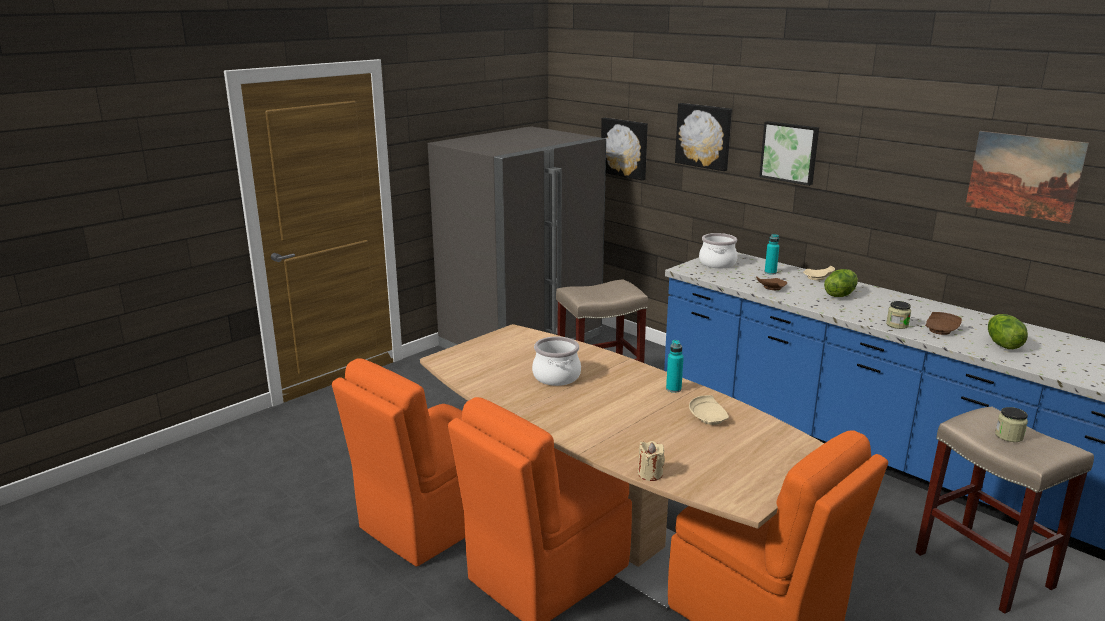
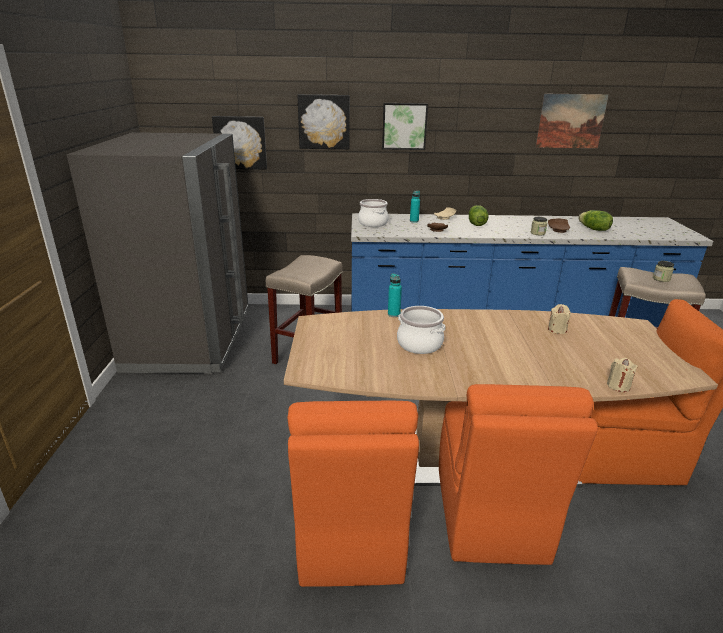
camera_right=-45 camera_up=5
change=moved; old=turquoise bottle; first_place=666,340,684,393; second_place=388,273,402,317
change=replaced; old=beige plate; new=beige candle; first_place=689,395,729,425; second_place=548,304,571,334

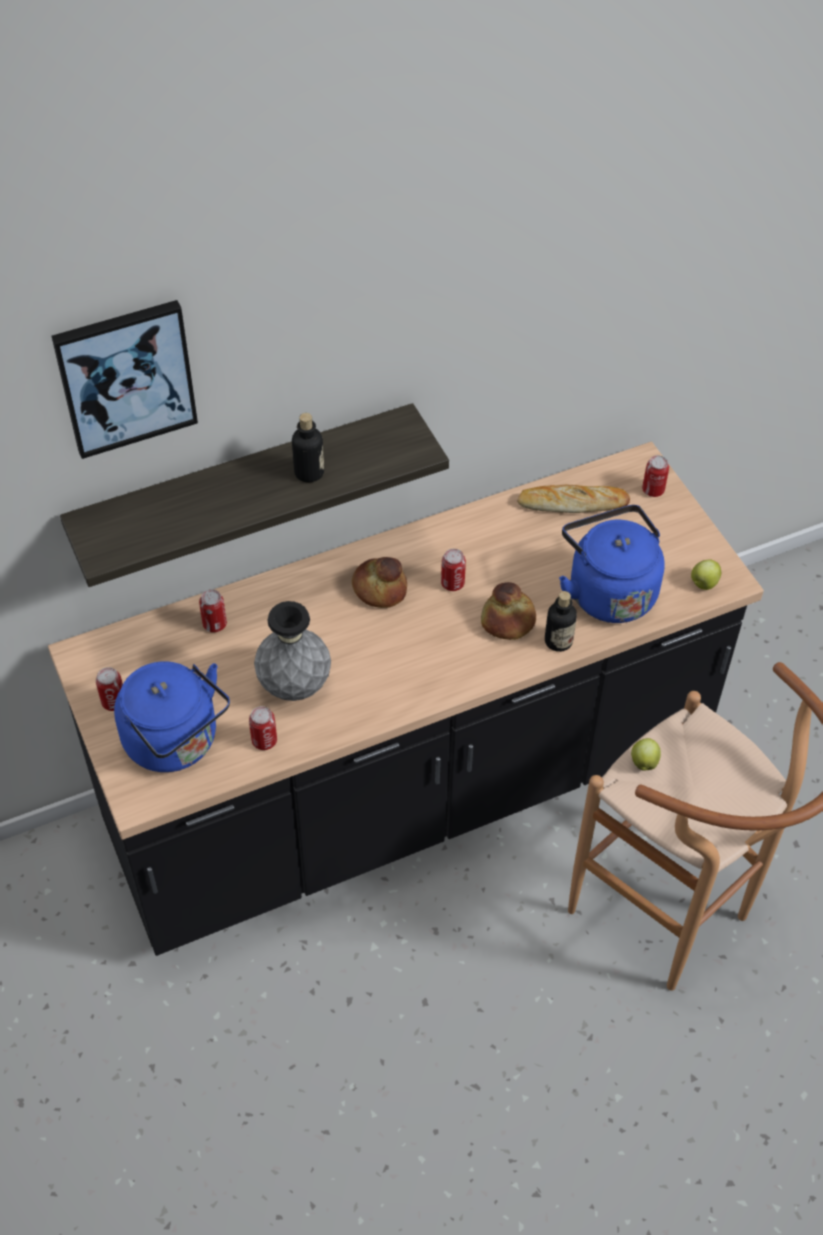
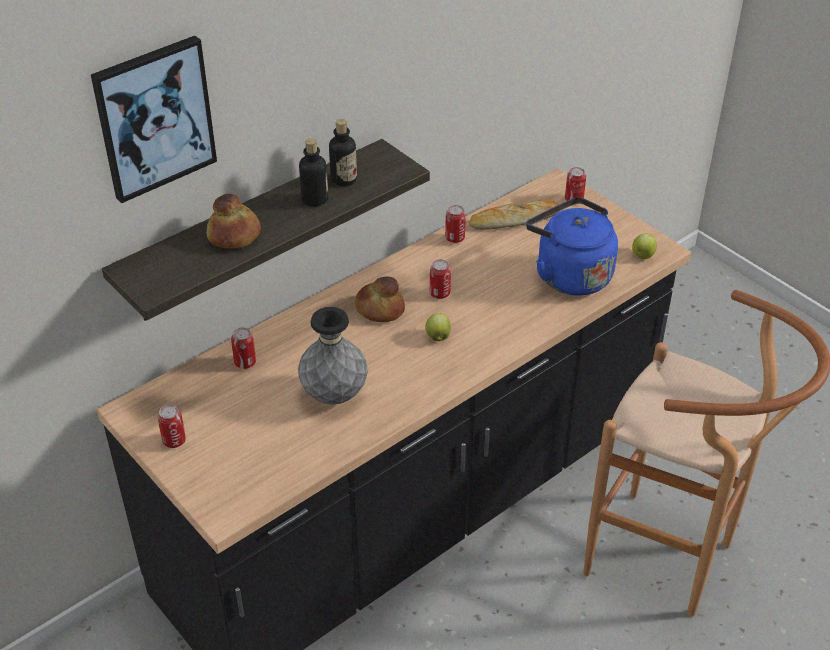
camera_right=-15 camera_up=-10
change=moved; old=bread; first_place=481,582,536,640; second_place=206,193,261,248
change=moved; old=bottle; first_place=545,591,577,652; second_place=329,119,357,186
change=removed; old=blue kettle; first_place=114,661,230,772
change=moved; old=can; first_place=249,706,277,750; second_place=445,205,466,243
change=moved; old=apple; first_place=631,738,661,771; second_place=425,313,451,341

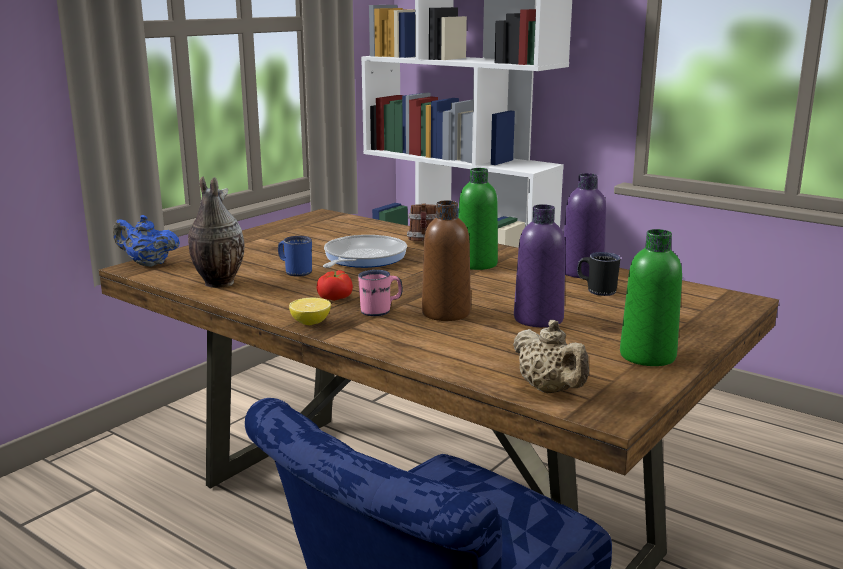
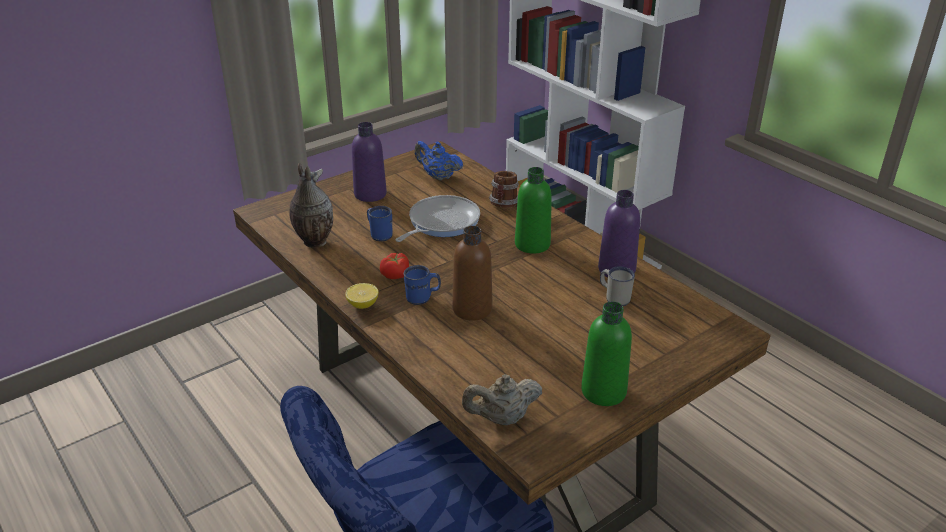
camera_right=15 camera_up=15
change=moved; old=purple bottle; first_place=514,204,565,327; second_place=352,122,387,202
change=moved; old=blue teapot; first_place=113,215,180,267; second_place=414,141,463,180
change=recoloured; old=black mug; new=white mug; first_place=577,252,621,296; second_place=600,266,635,306
change=recoloured; old=pink mug; new=blue mug; first_place=358,270,403,316; second_place=404,265,441,305
change=turned; old=beige teapot; first_place=513,320,589,393; second_place=462,374,543,425; degrees=90

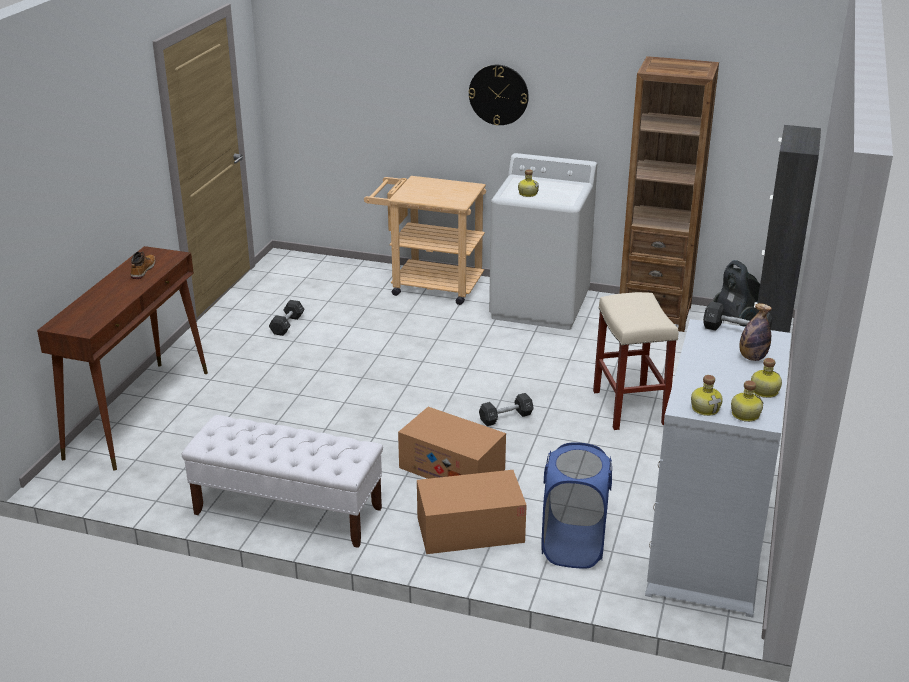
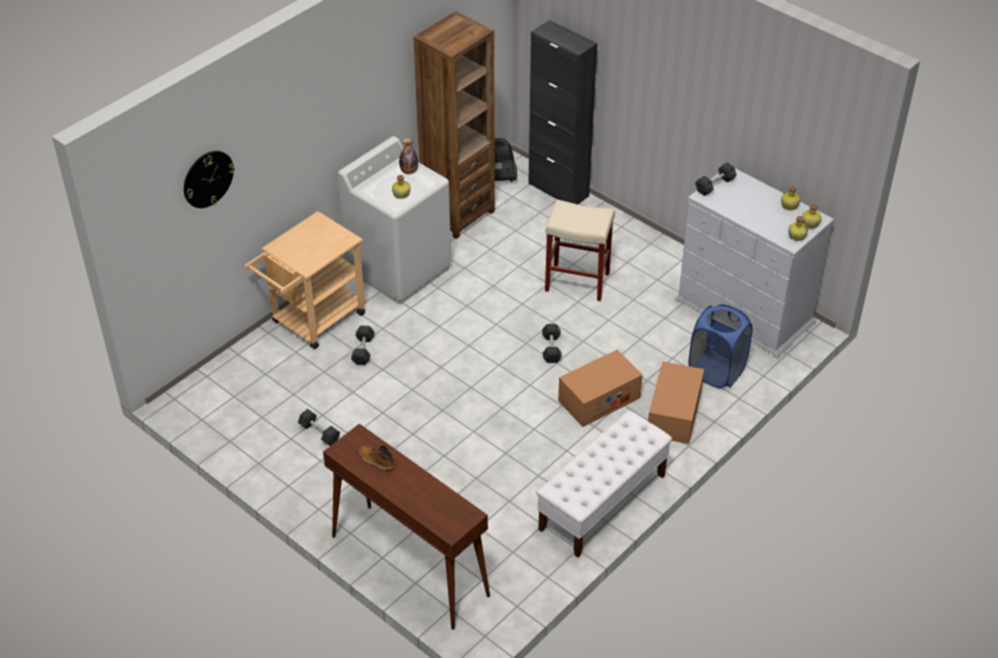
camera_right=-65 camera_up=15
change=moved; old=wall clock; first_place=469,65,529,125; second_place=184,151,235,208
change=moved; old=bottle; first_place=739,303,772,361; second_place=399,139,418,174
change=added; new=black dumbbell; second_place=351,325,375,365

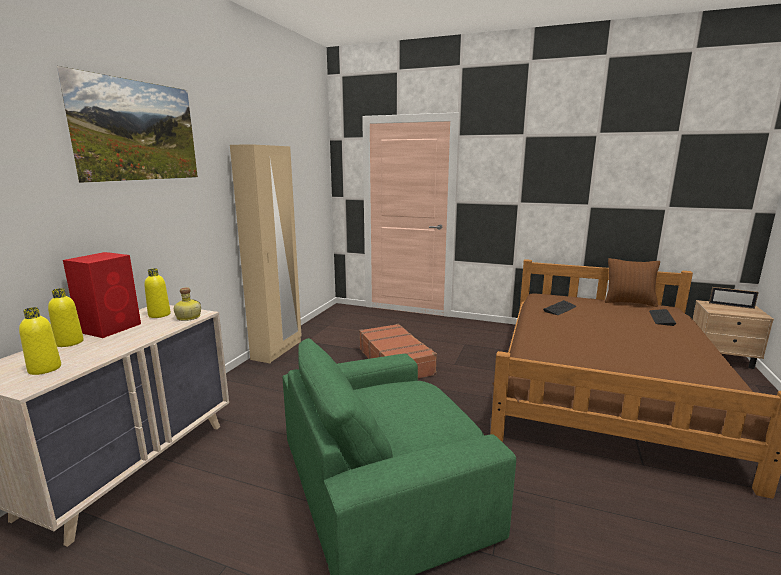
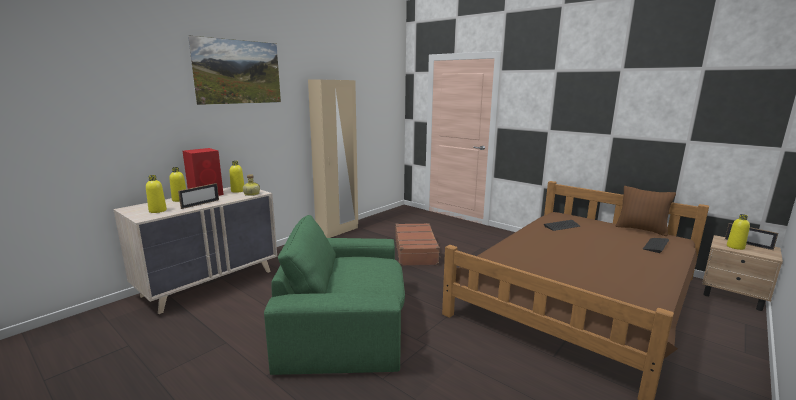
camera_right=20 camera_up=0
change=added; new=picture frame; second_place=178,183,219,209
change=added; new=yellow bottle; second_place=727,214,750,250

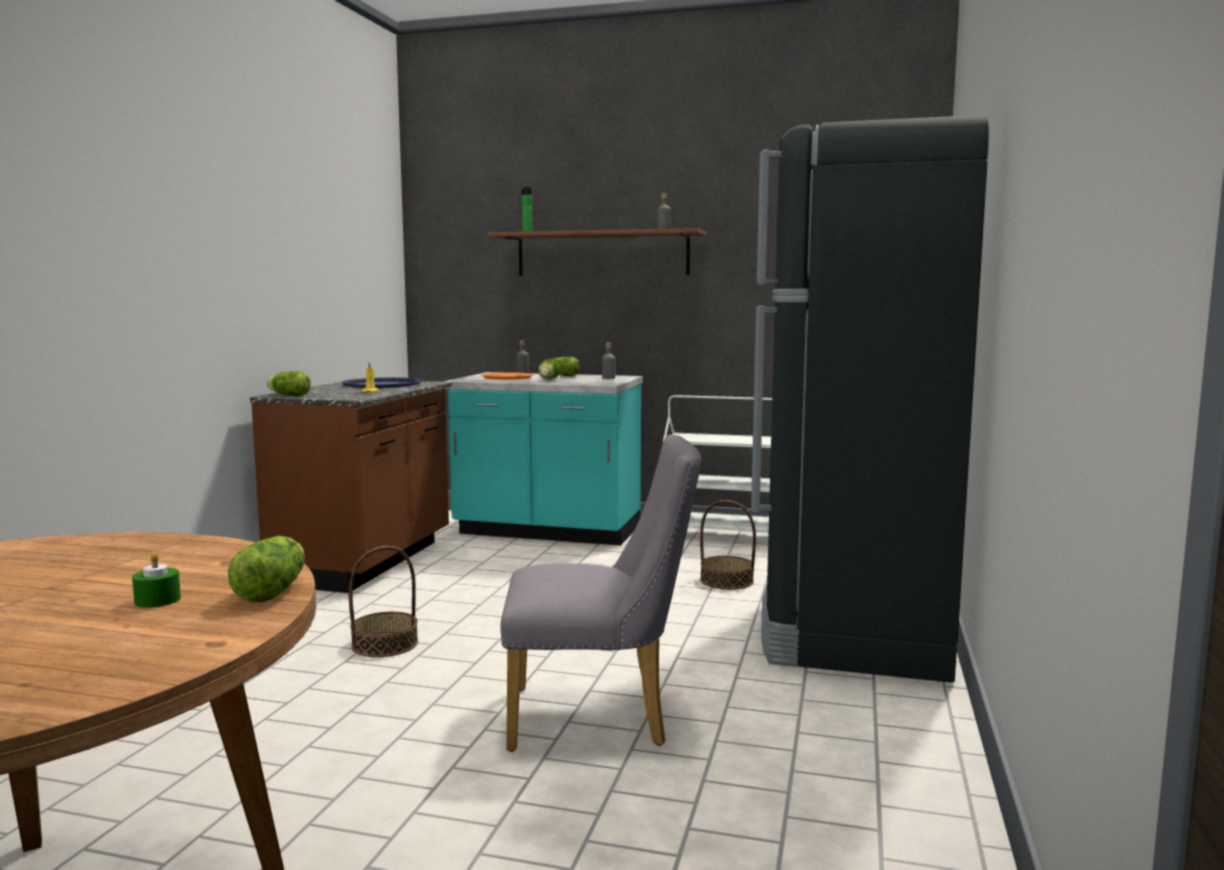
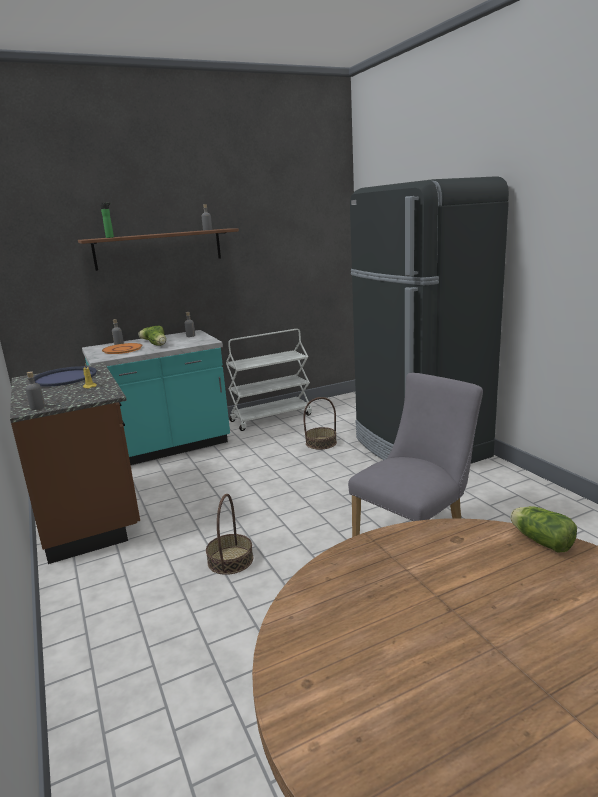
camera_right=-40 camera_up=10
change=replaced; old=lettuce; new=grey bottle; first_place=267,371,311,396; second_place=26,371,45,410
change=removed; old=green candle; first_place=132,552,181,608

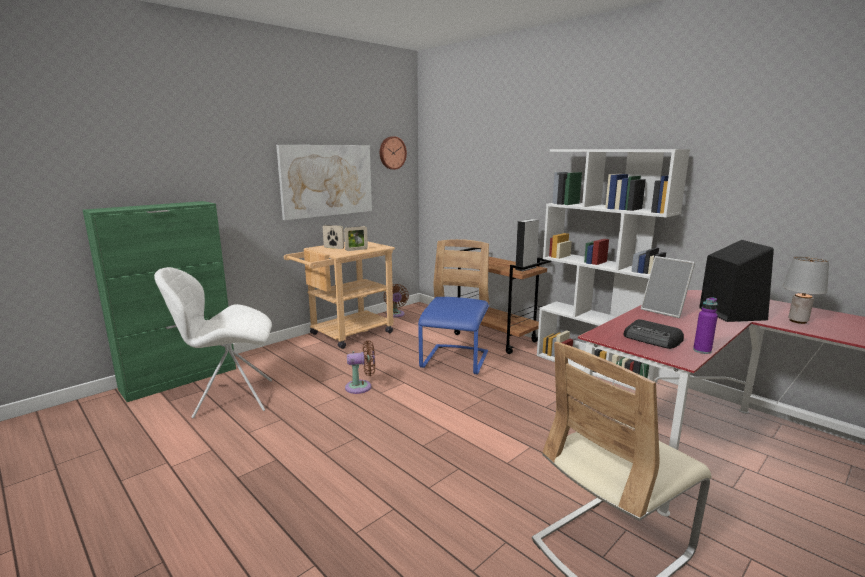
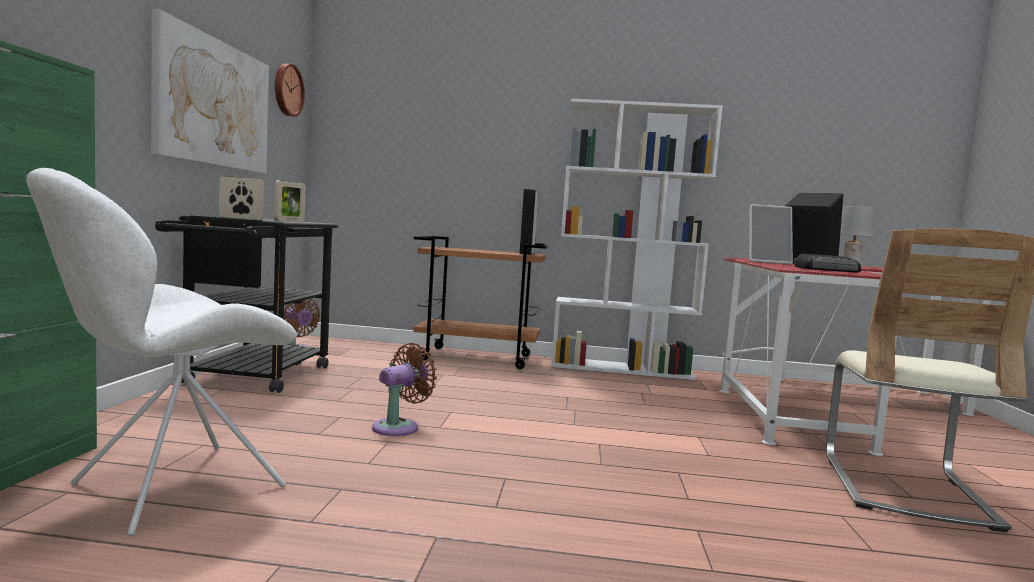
camera_right=-40 camera_up=-10
change=removed; old=blue chair; first_place=418,239,489,375
change=recoloured; old=beige cart; new=black cart; first_place=284,242,395,349; second_place=155,215,338,393
change=removed; old=purple bottle; first_place=693,297,718,354

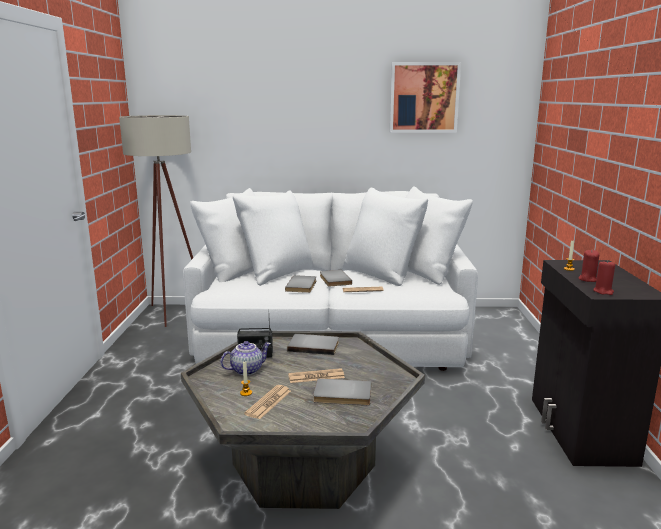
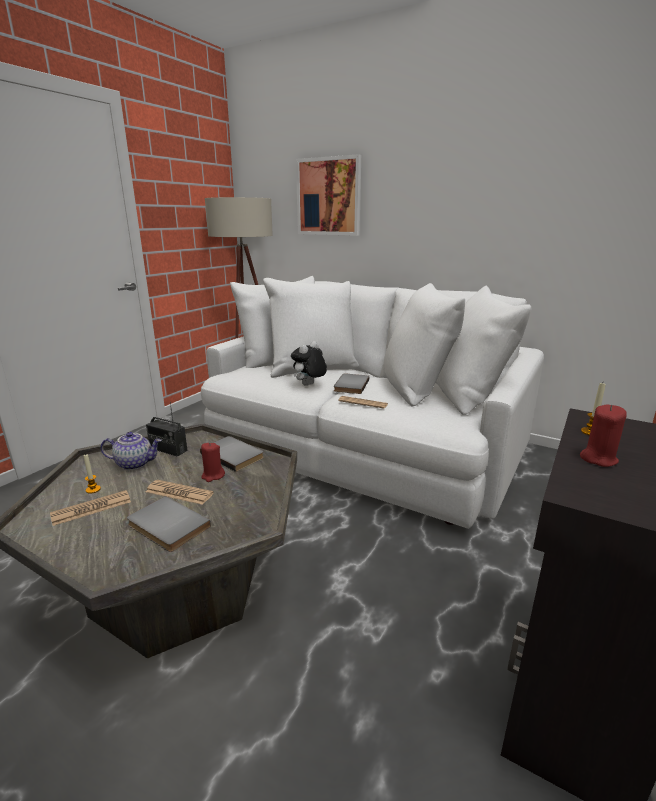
camera_right=30 camera_up=5
change=moved; old=picture; first_place=390,62,461,133; second_place=296,154,361,236
change=moved; old=red candle; first_place=593,261,615,295; second_place=201,442,225,482
change=replaced; old=grey book; new=plush toy; first_place=285,275,316,293; second_place=291,341,327,386

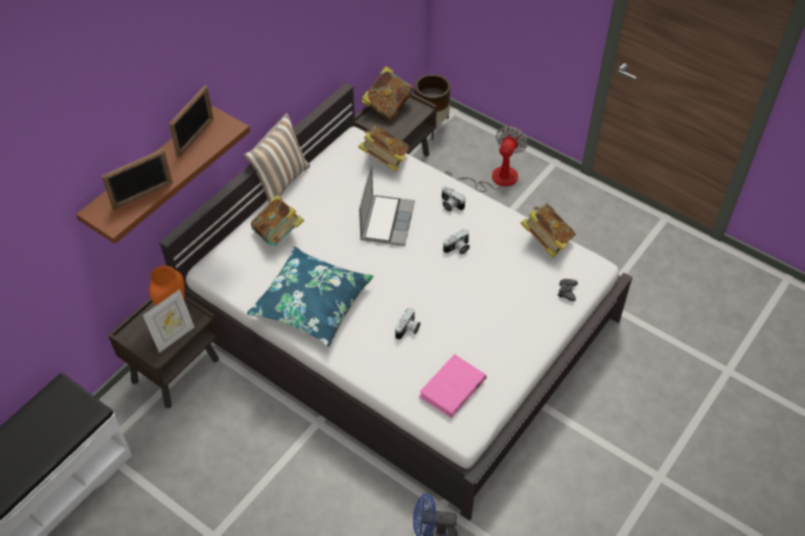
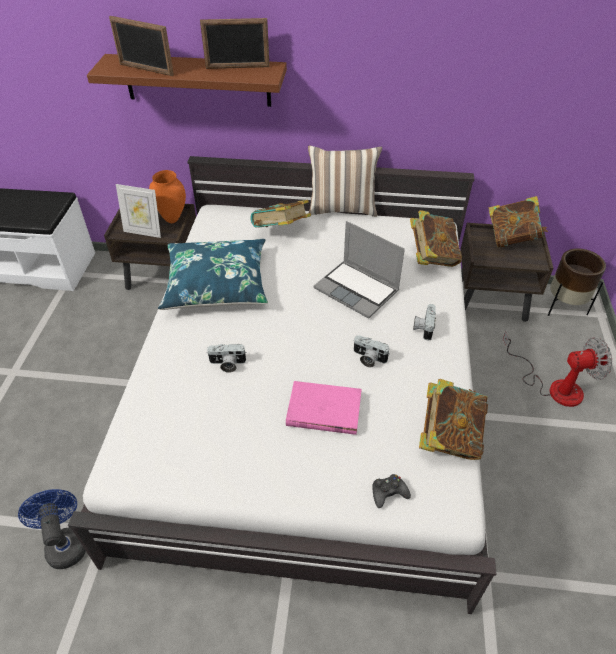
camera_right=60 camera_up=-5
change=turned; old=laptop; first_place=359,165,415,246; second_place=314,221,405,319; degrees=60
change=moved; old=pink book; first_place=418,354,487,418; second_place=286,381,362,435

